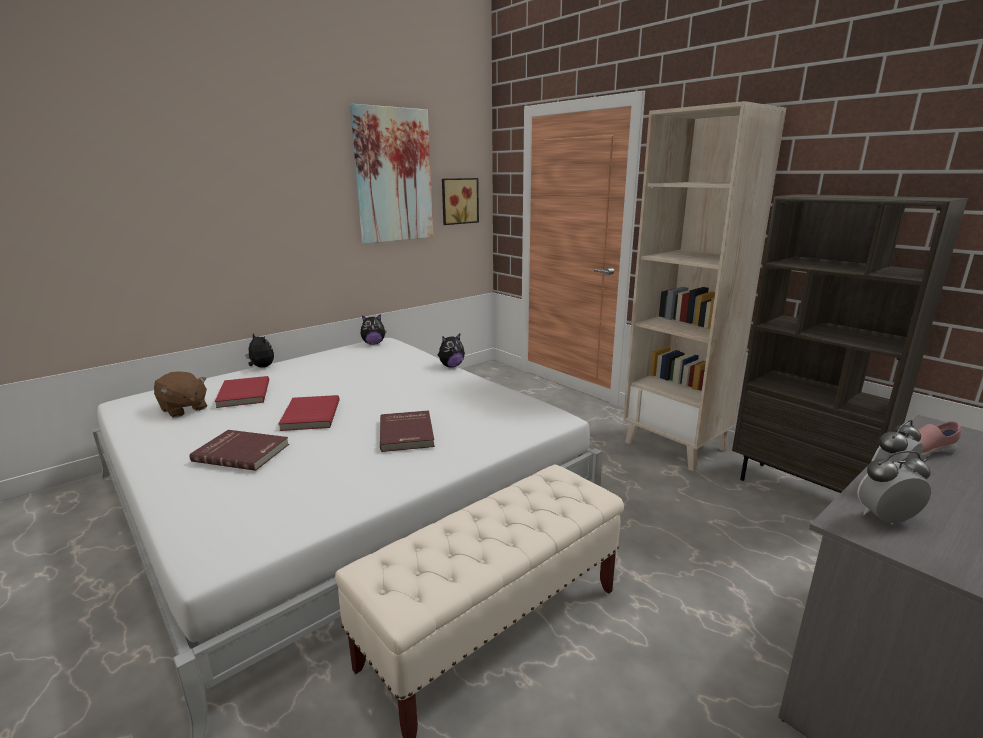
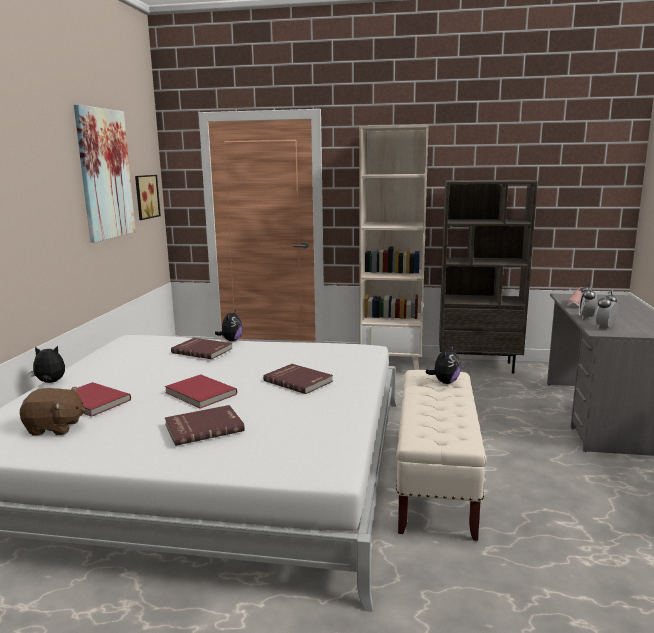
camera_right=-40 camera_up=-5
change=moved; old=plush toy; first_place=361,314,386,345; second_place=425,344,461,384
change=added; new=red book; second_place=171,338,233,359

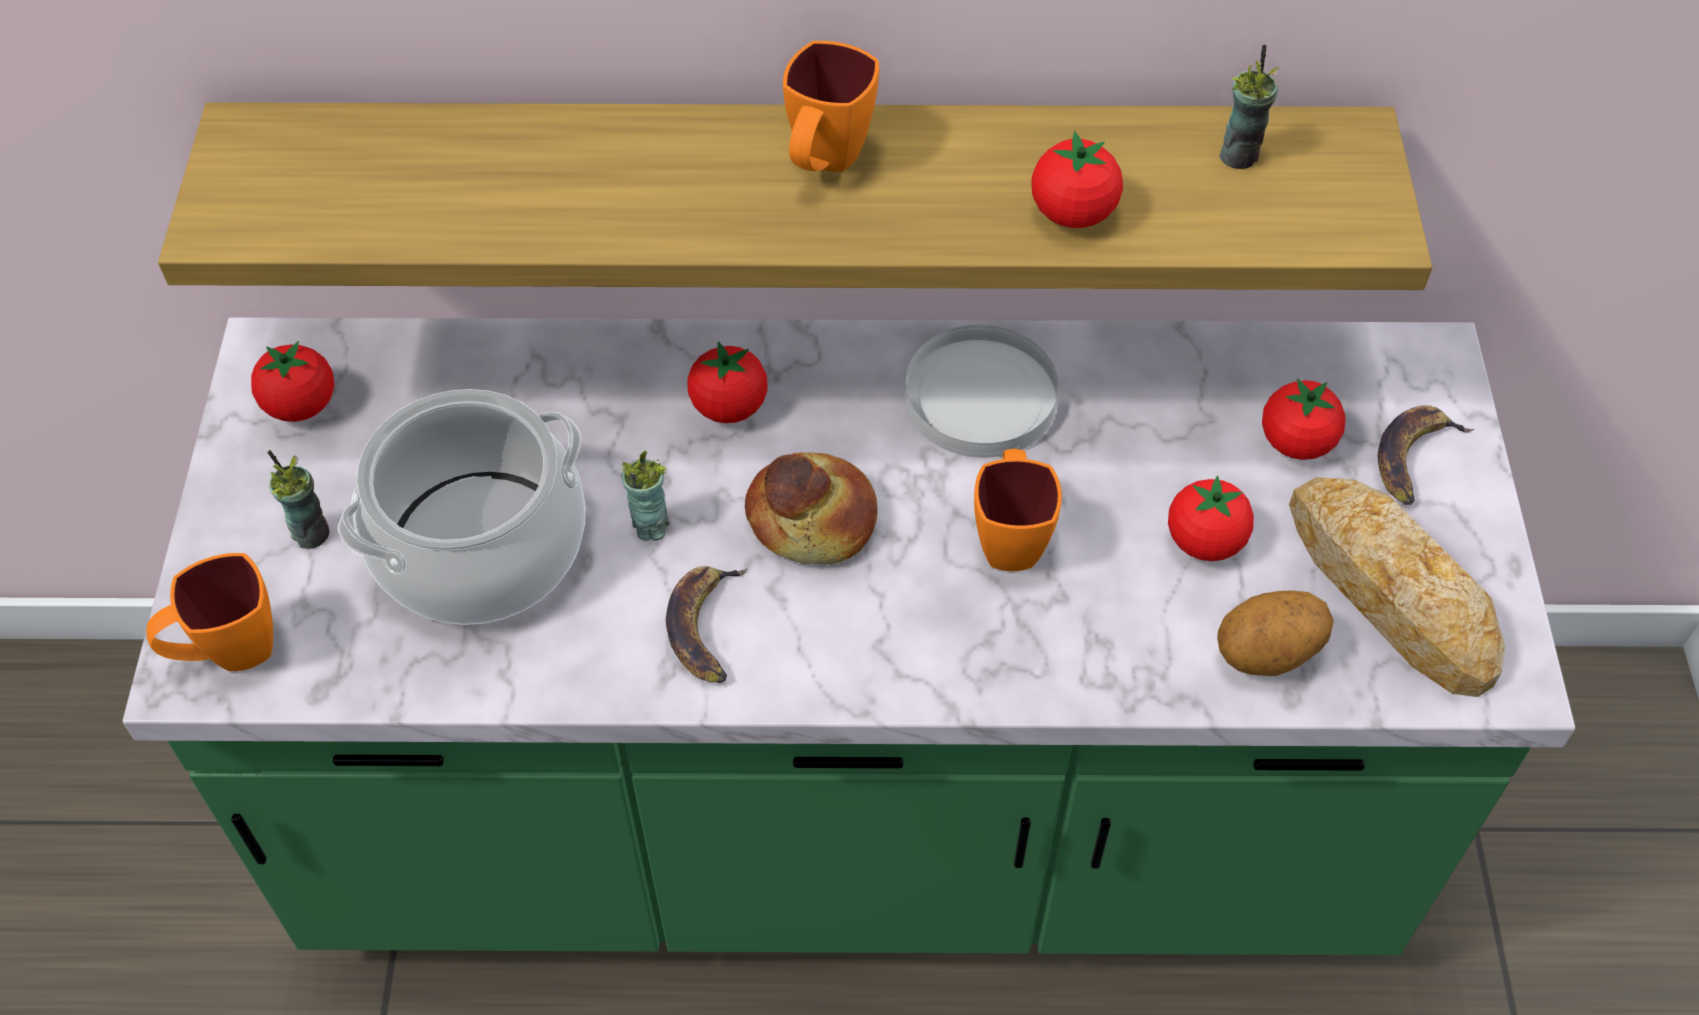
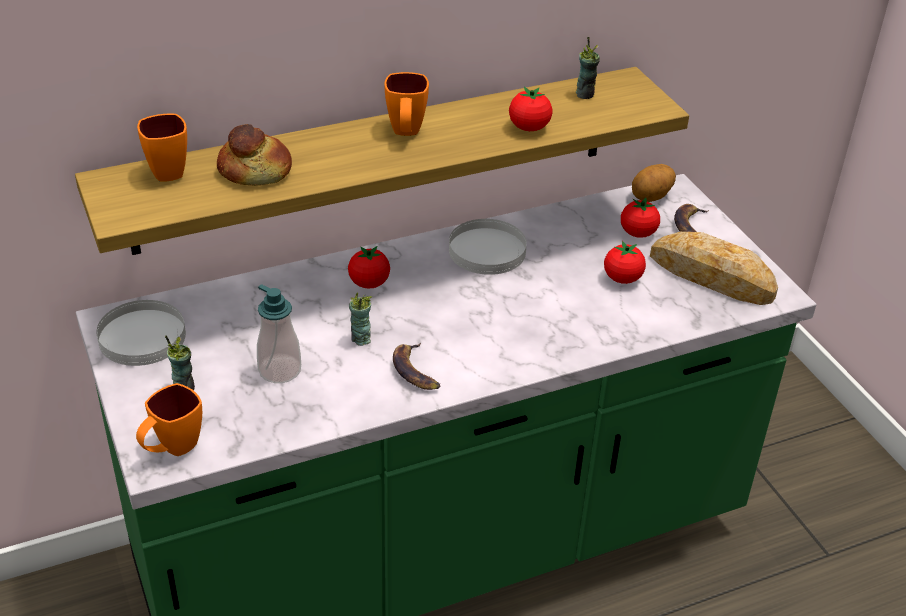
camera_right=-25 camera_up=-15
change=replaced; old=tomato; new=white plate; first_place=251,341,334,422; second_place=97,300,186,366
change=replaced; old=cooking pot; new=soap dispenser; first_place=338,389,585,625; second_place=257,284,301,383
change=moved; old=orange mug; first_place=974,449,1062,571; second_place=137,114,187,182
change=moved; old=bread; first_place=745,452,877,565; second_place=217,124,292,186
change=moved; old=potato; first_place=1217,590,1334,676; second_place=632,164,676,202

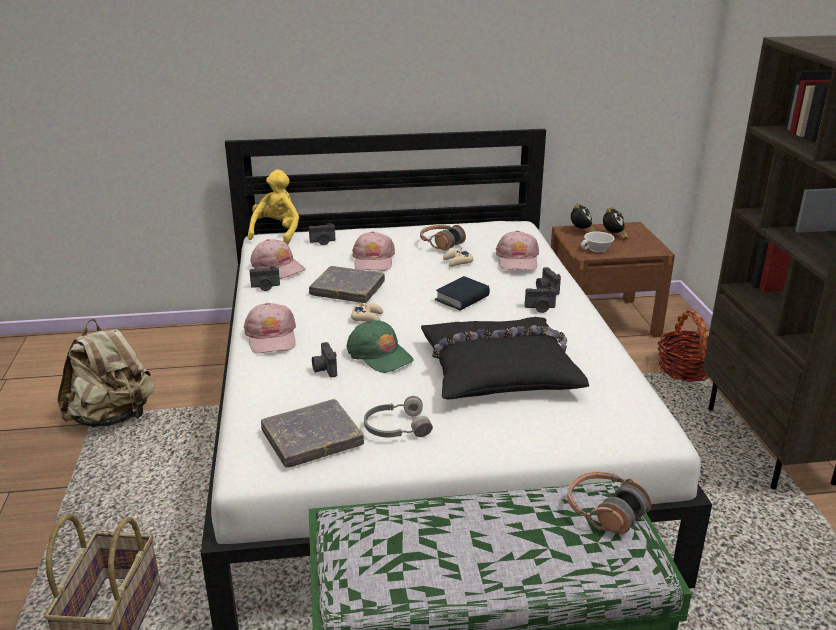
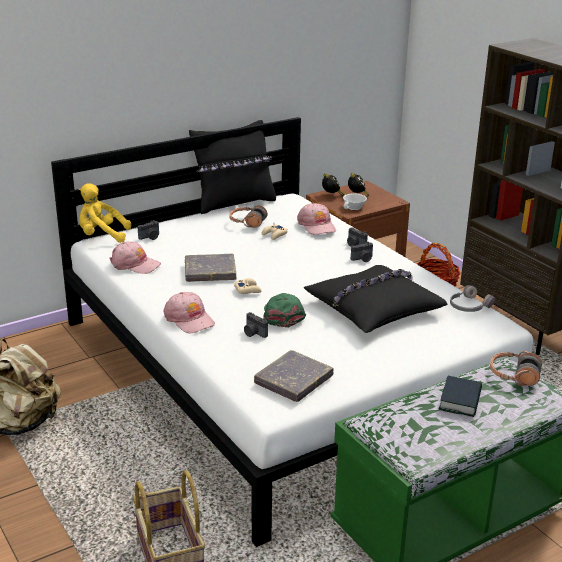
camera_right=-25 camera_up=0
change=turned; old=yellow plush toy; first_place=248,169,299,245; second_place=78,183,131,243; degrees=-75
change=removed; old=pink cap; first_place=352,231,395,271
change=removed; old=photo camera; first_place=250,266,280,291
change=moved; old=book; first_place=435,276,490,311; second_place=439,376,482,417
change=turned; old=green cap; first_place=346,320,413,373; second_place=263,293,306,328; degrees=-120
change=moved; old=grey headphones; first_place=364,396,433,437; second_place=450,285,496,312
change=added; new=black pillow; second_place=189,120,276,214

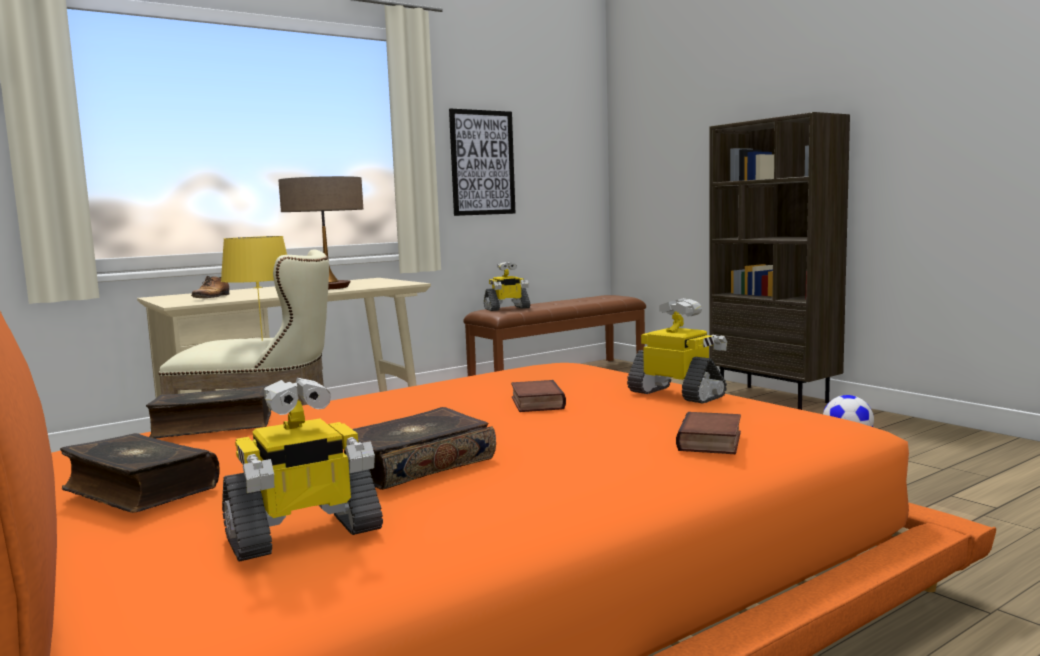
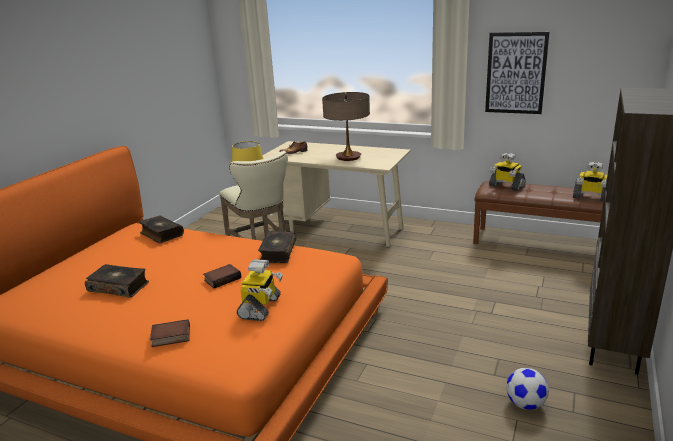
camera_right=60 camera_up=15
change=moved; old=toy robot; first_place=222,378,383,562; second_place=573,162,607,202
change=moved; old=book; first_place=60,433,220,513; second_place=258,231,296,263

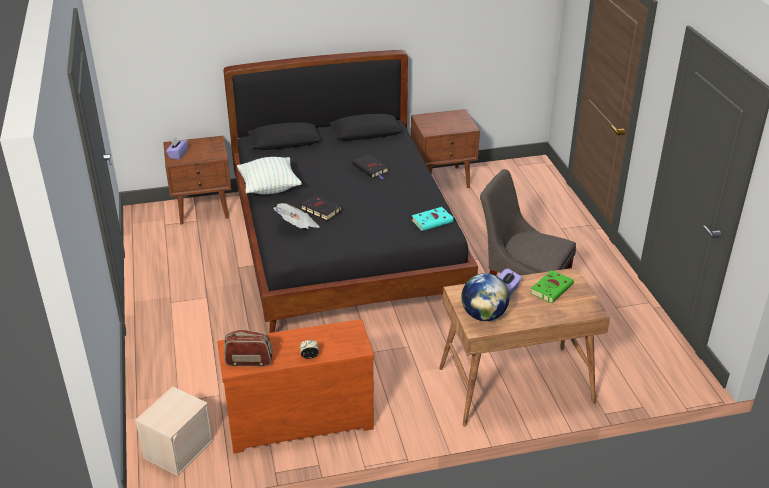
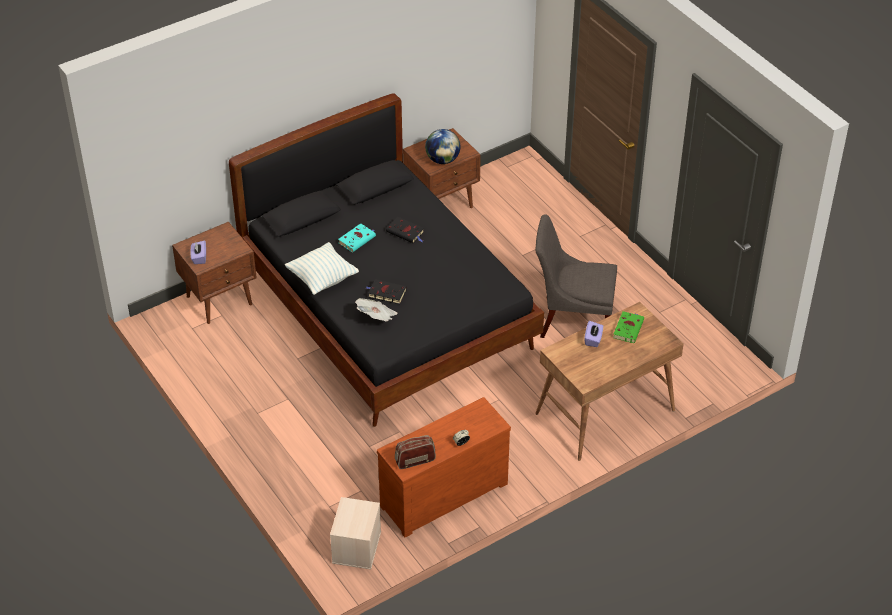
camera_right=-20 camera_up=10
change=moved; old=turquoise book; first_place=412,207,454,231; second_place=338,223,376,252
change=moved; old=globe; first_place=461,273,509,321; second_place=425,129,460,164

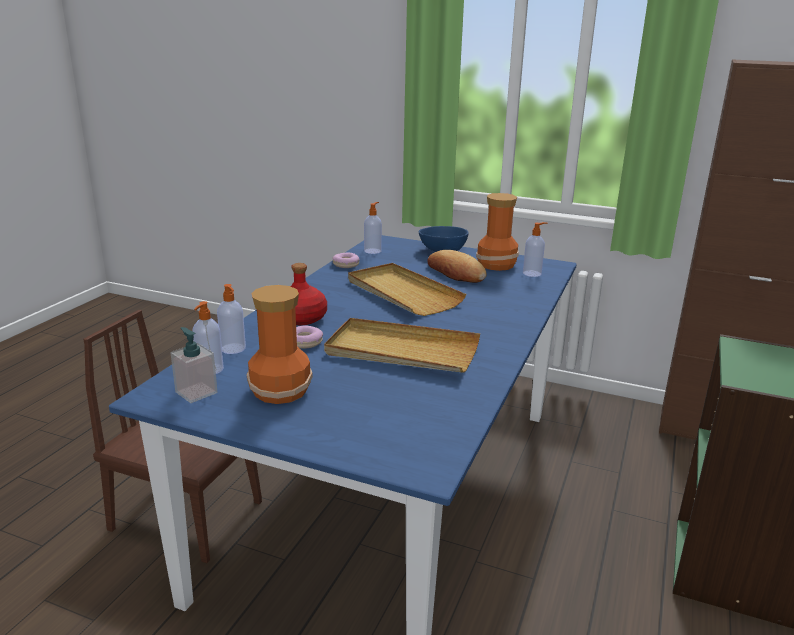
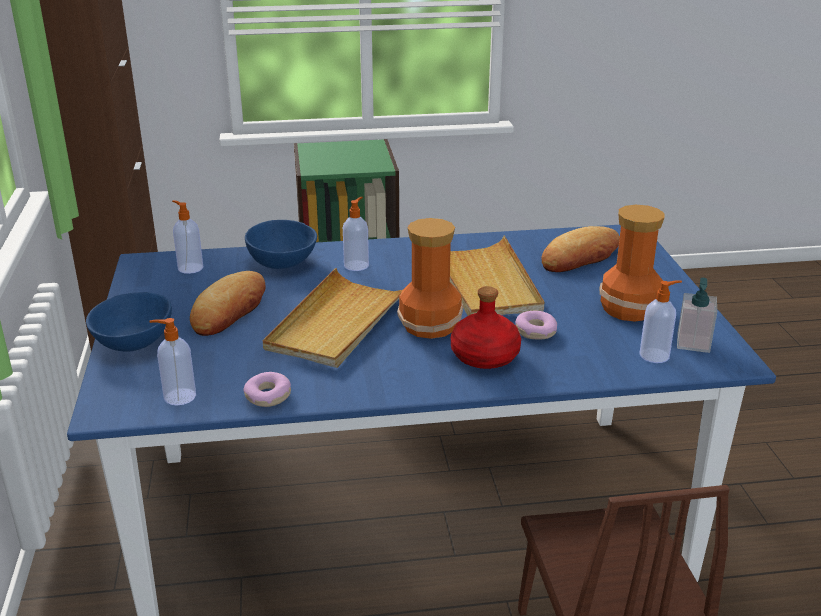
camera_right=-120 camera_up=5
change=moved; old=vase; first_place=476,193,519,271; second_place=397,218,463,339
change=moved; old=soap dispenser; first_place=217,284,246,354; second_place=343,197,369,271
change=added; new=blue bowl; second_place=245,220,317,269
change=added; new=bread; second_place=541,226,620,272

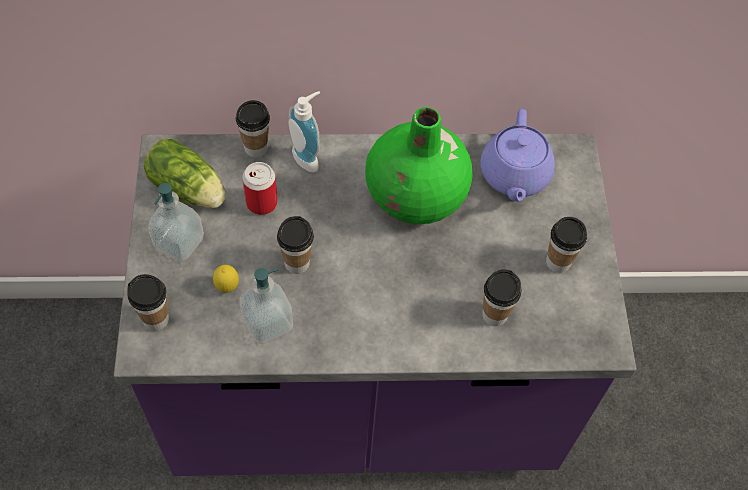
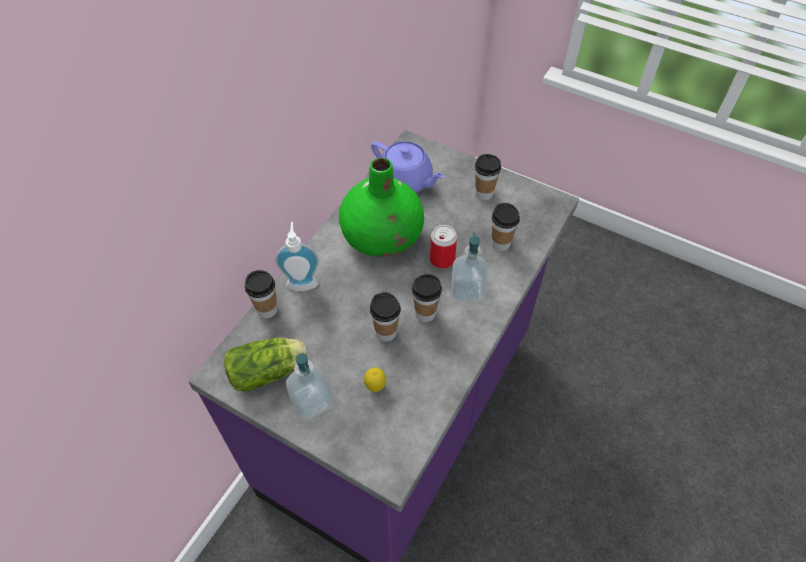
camera_right=-55 camera_up=-5
change=moved; old=can; first_place=242,162,278,215; second_place=430,225,457,269
change=moved; old=soap dispenser; first_place=240,268,293,344; second_place=452,232,488,302
change=moved; old=cup; first_place=127,274,169,331; second_place=412,274,442,322

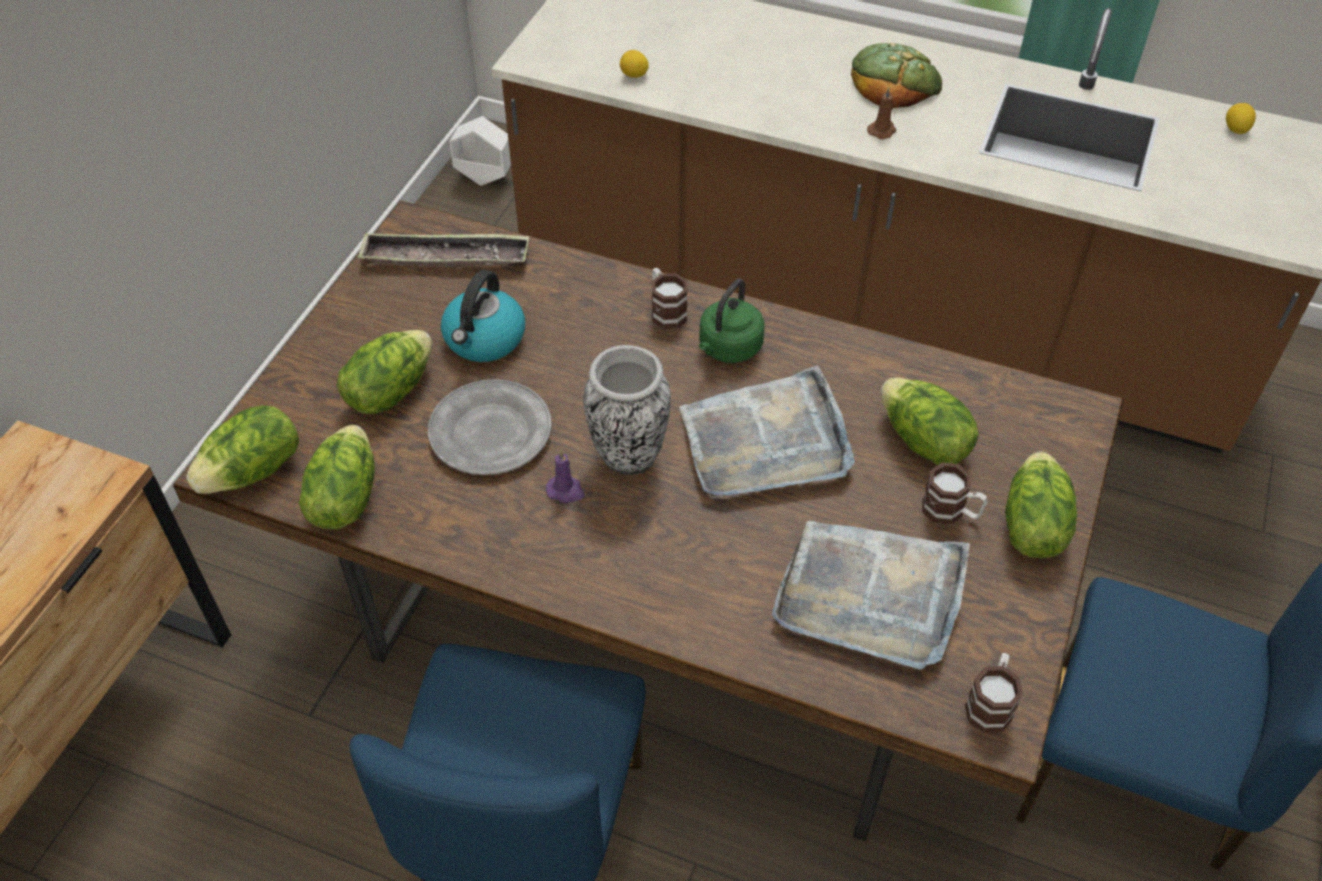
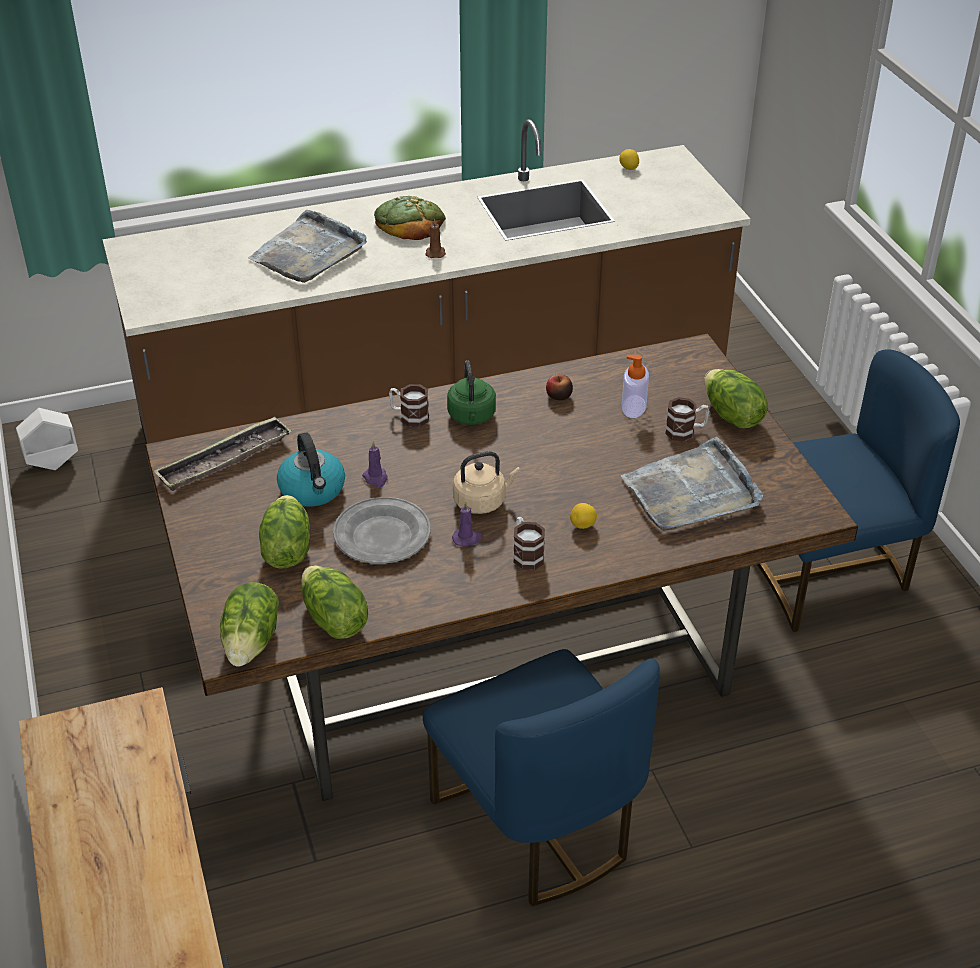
camera_right=-40 camera_up=-10
change=moved; old=lemon; first_place=620,50,649,78; second_place=570,503,597,529
change=replaced; old=vase; new=beige kettle; first_place=583,345,671,475; second_place=453,451,520,514
change=moved; old=grey tray; first_place=679,365,855,496; second_place=248,210,367,283
change=replaced; old=lettuce; new=soap dispenser; first_place=881,378,979,465; second_place=622,355,649,418
change=moved; old=mug; first_place=965,653,1023,733; second_place=513,517,545,570
change=added; new=apple; second_place=546,374,573,400
change=added; new=purple candle; second_place=362,441,388,488

